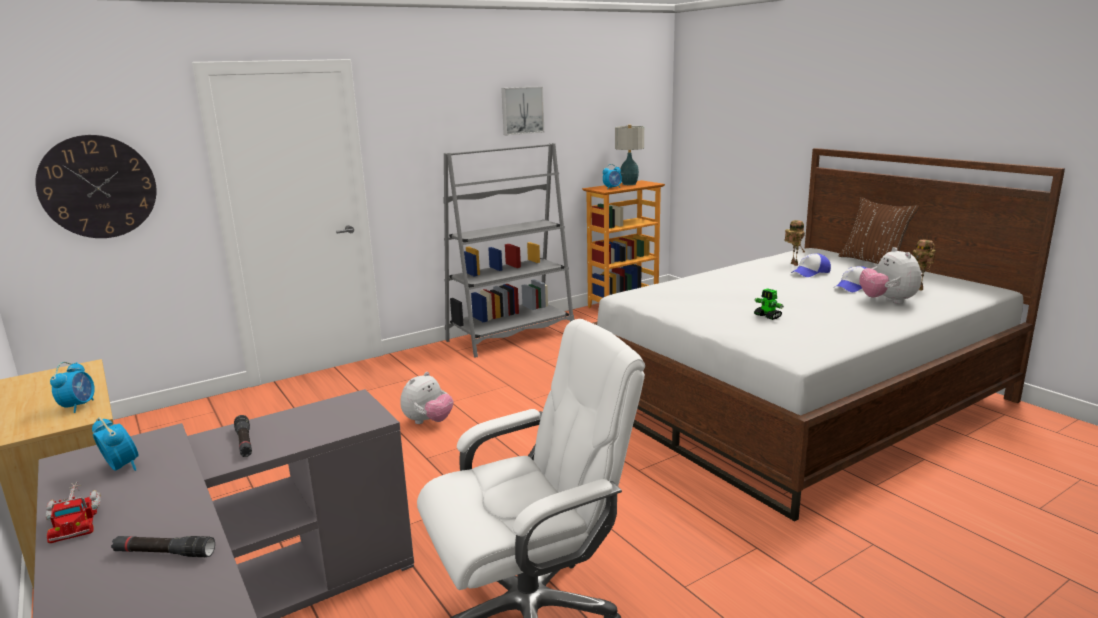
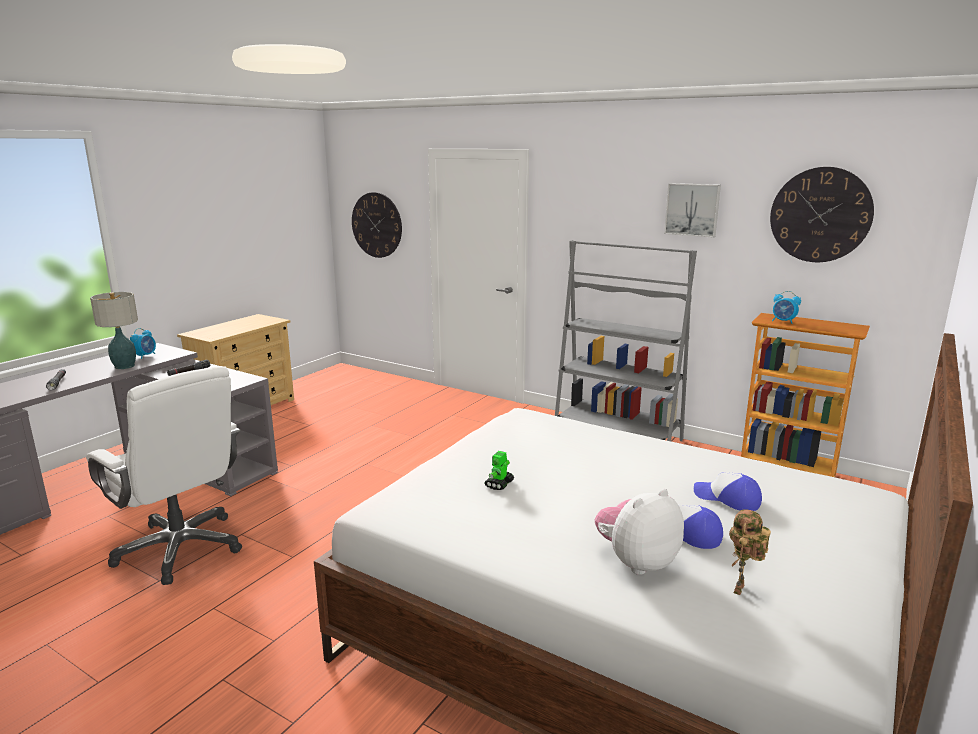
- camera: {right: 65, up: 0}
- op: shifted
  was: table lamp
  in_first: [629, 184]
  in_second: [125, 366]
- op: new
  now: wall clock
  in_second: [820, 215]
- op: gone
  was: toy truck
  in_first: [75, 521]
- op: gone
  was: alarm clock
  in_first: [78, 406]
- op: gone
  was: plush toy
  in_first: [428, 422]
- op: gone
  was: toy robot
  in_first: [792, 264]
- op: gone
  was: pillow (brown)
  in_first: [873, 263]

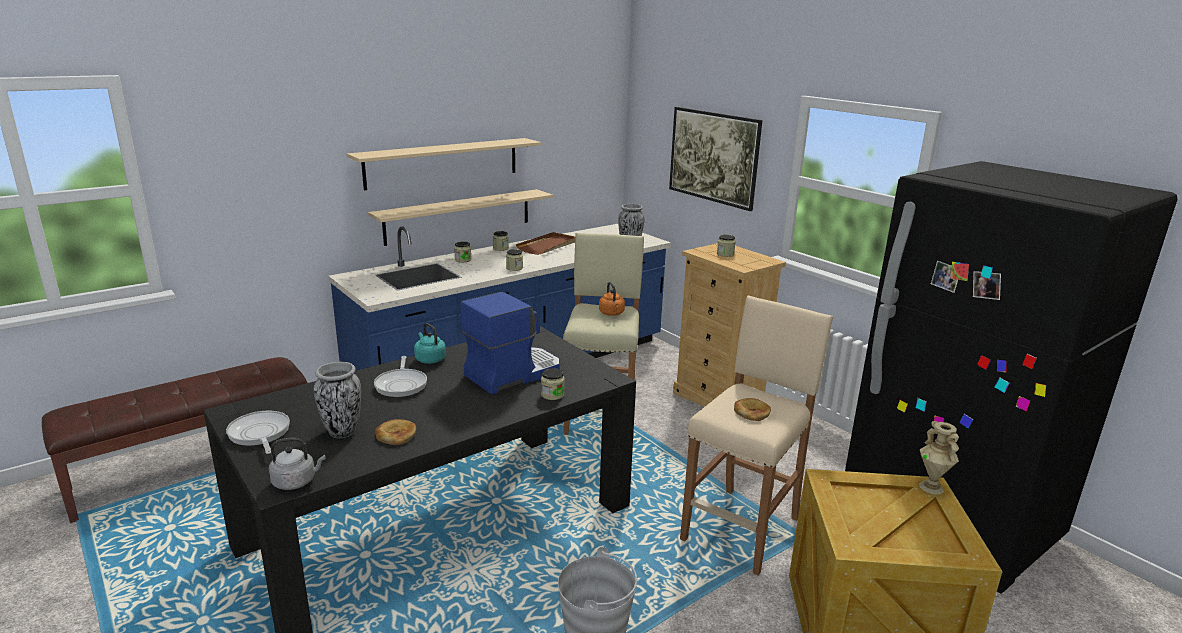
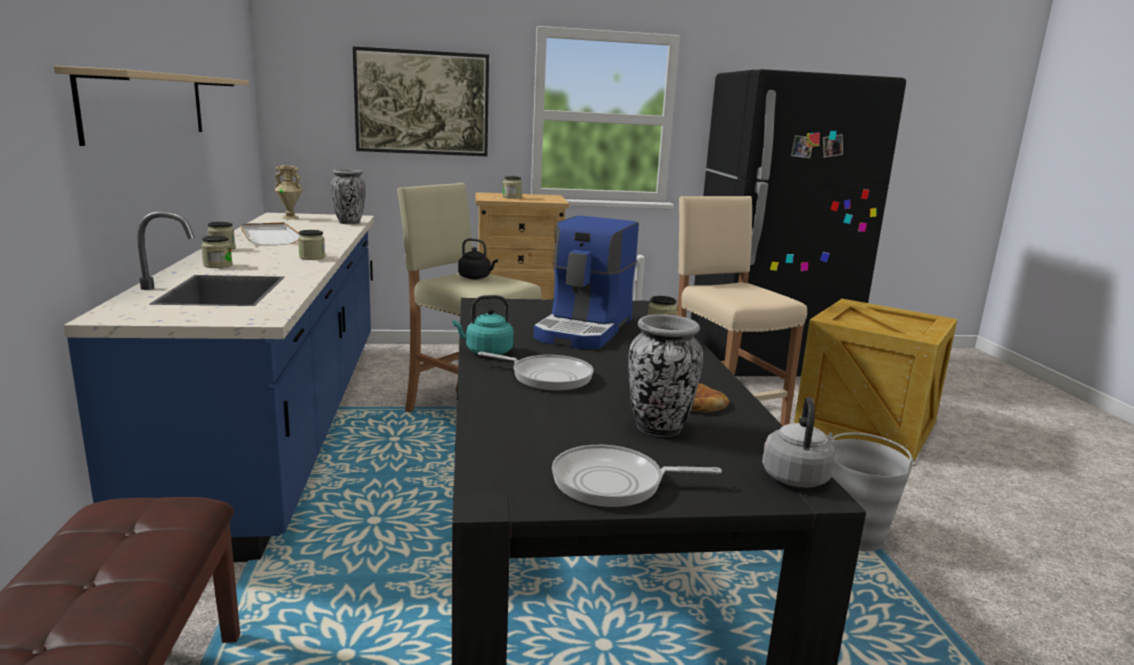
- camera: {right: -60, up: -5}
- op: repainted
  was: tray (brown)
  now: tray (white)
  in_first: [548, 246]
  in_second: [269, 237]
- op: shifted
  was: vase (beige)
  in_first: [932, 487]
  in_second: [290, 218]
- op: repainted
  was: kettle (orange)
  now: kettle (black)
  in_first: [612, 313]
  in_second: [476, 277]
- op: rotated
  was: coffee machine
  in_first: [512, 373]
  in_second: [585, 330]
  clockwise: -150
- op: gone
  was: shelf (beige)
  in_first: [459, 216]
- op: gone
  was: bread
  in_first: [751, 412]

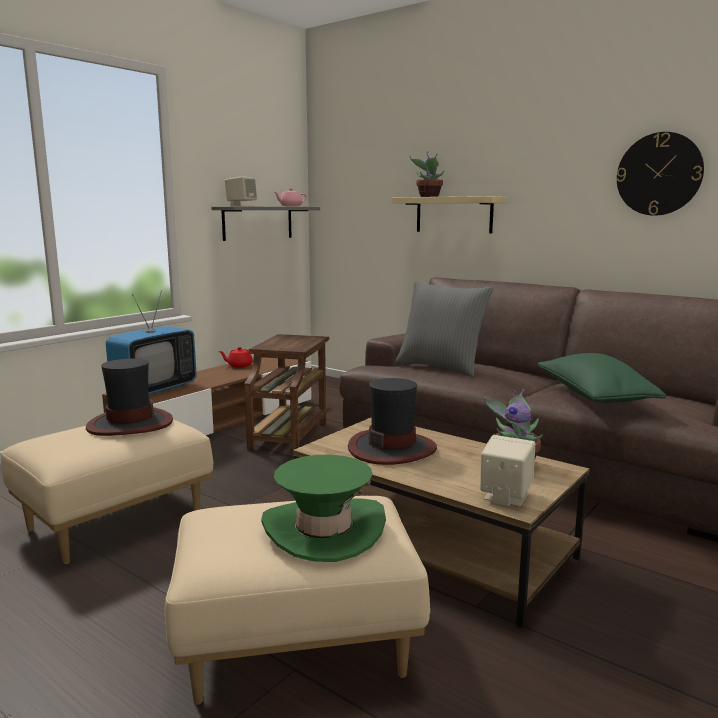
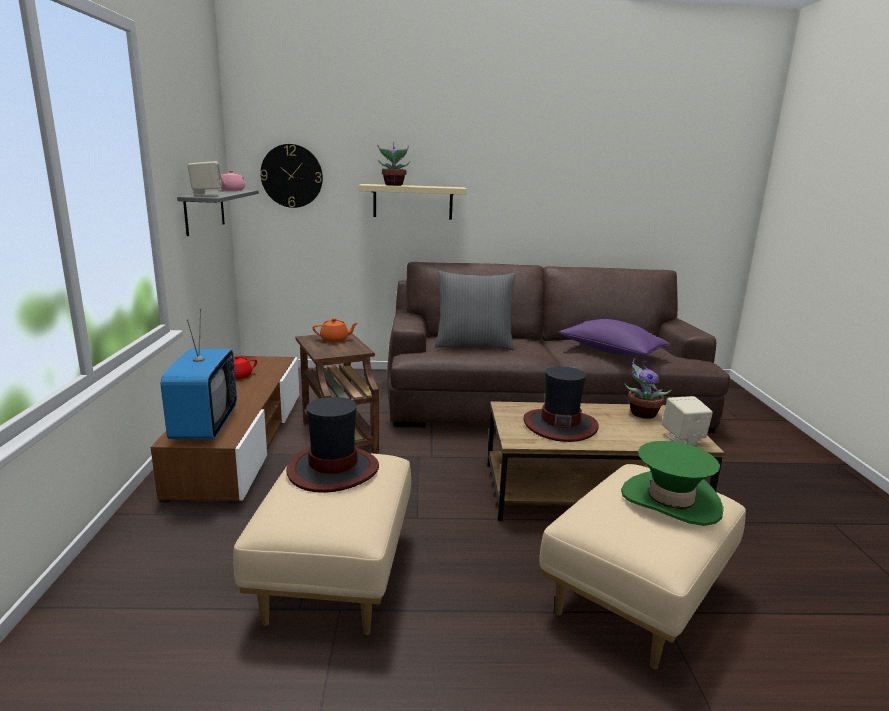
- camera: {right: -40, up: 5}
- op: shifted
  was: wall clock
  in_first: [659, 174]
  in_second: [292, 176]
- op: new
  now: teapot (orange)
  in_second: [335, 339]
- op: repainted
  was: pillow (green)
  now: pillow (purple)
  in_first: [594, 397]
  in_second: [611, 352]

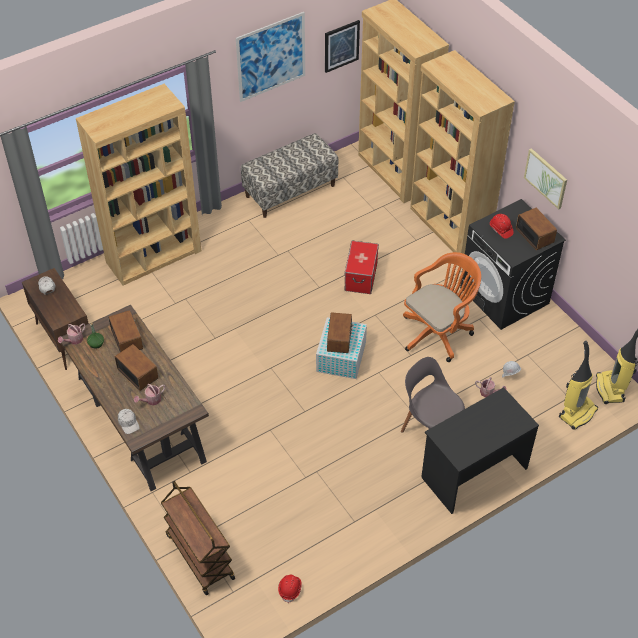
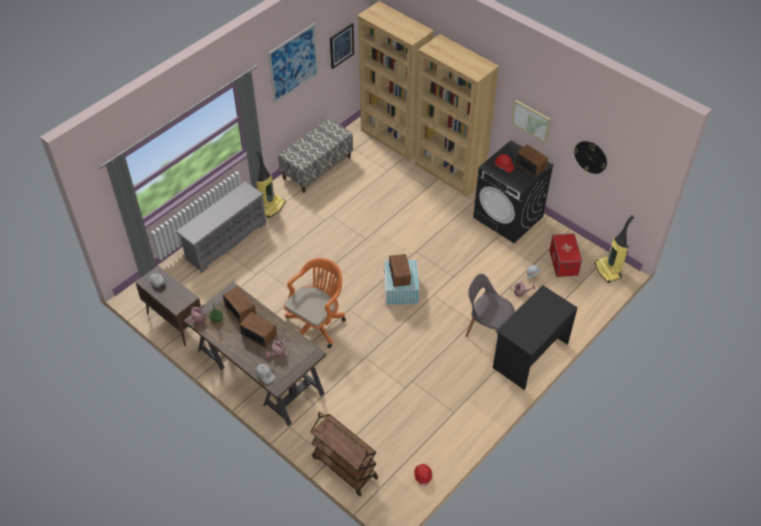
- camera: {right: -15, up: 0}
- op: swapped
  was: bookcase (brown)
  now: shoe rack (grey)
  in_first: [154, 256]
  in_second: [225, 241]
- op: shifted
  was: vacuum cleaner
  in_first: [577, 412]
  in_second: [271, 207]
- op: shifted
  was: office chair (orange)
  in_first: [438, 332]
  in_second: [317, 324]
- op: shifted
  was: storage box
  in_first: [361, 277]
  in_second: [563, 262]
- op: new
  now: wall clock
  in_second: [590, 157]

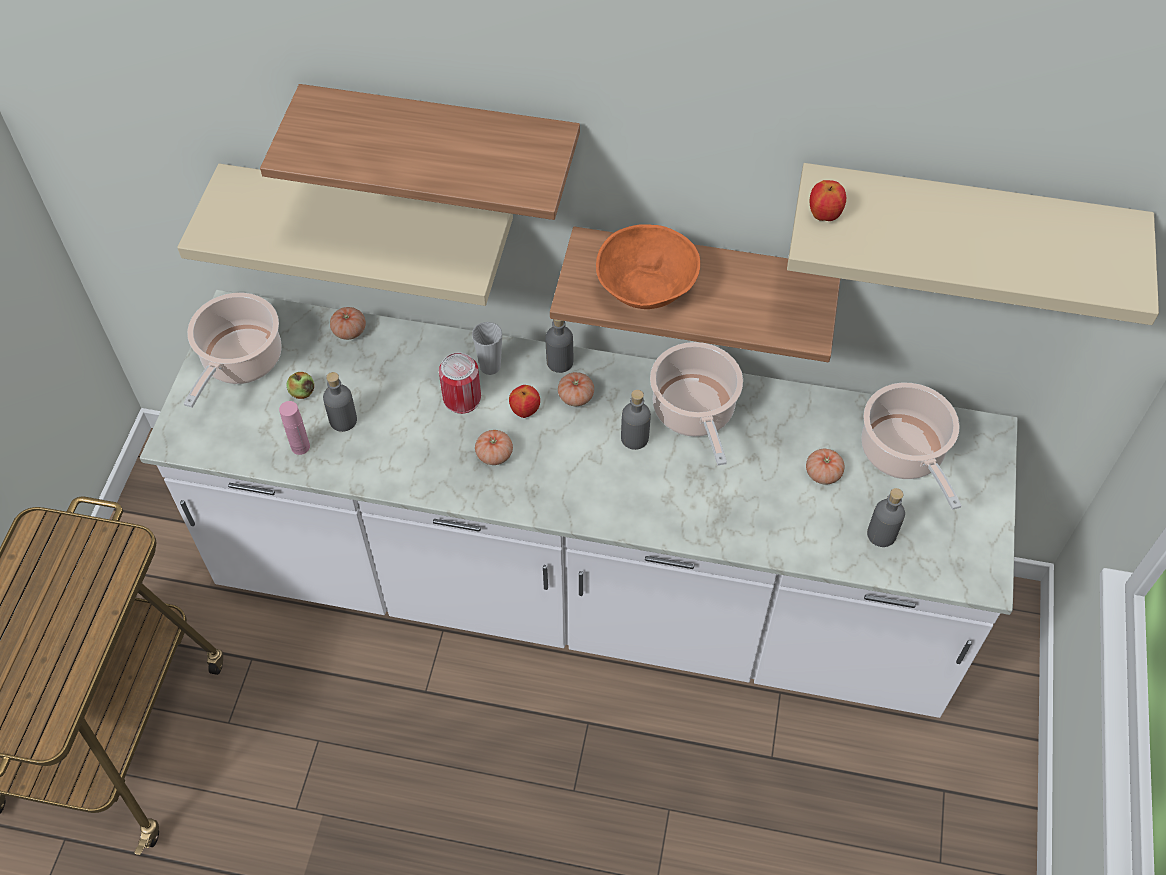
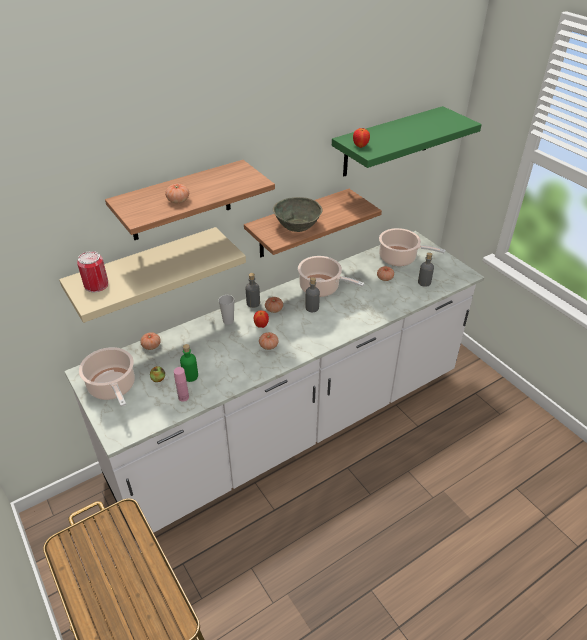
- camera: {right: -45, up: -15}
- op: shifted
  was: can
  in_first: [462, 398]
  in_second: [96, 285]
- op: new
  now: tomato
  in_second: [178, 200]
- op: repainted
  was: bottle (grey)
  now: bottle (green)
  in_first: [343, 420]
  in_second: [190, 376]
- op: repainted
  was: bowl (orange)
  now: bowl (grey)
  in_first: [647, 290]
  in_second: [298, 226]
- op: repainted
  was: shelf (beige)
  now: shelf (green)
  in_first: [964, 223]
  in_second: [387, 142]

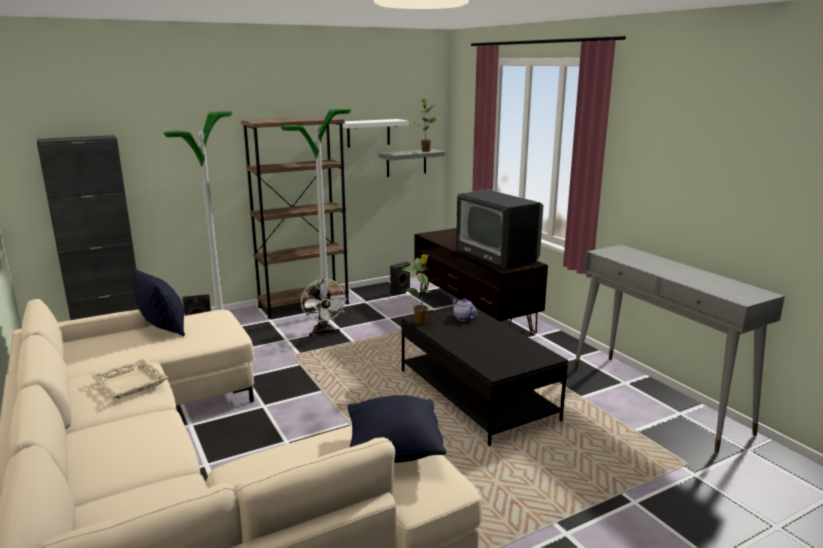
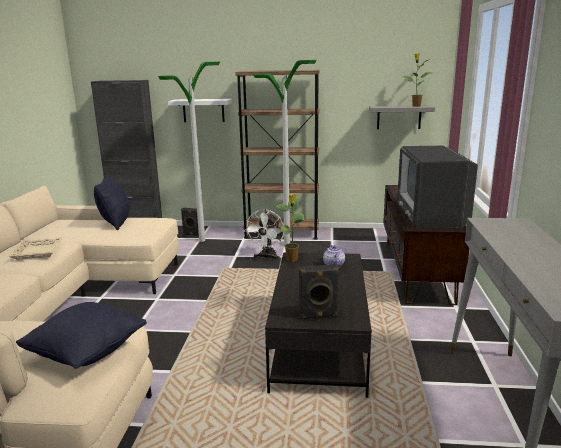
- camera: {right: 35, up: 0}
- op: shifted
  was: shelf (white)
  in_first: [368, 133]
  in_second: [203, 110]
- op: shifted
  was: speaker (black)
  in_first: [400, 293]
  in_second: [318, 316]

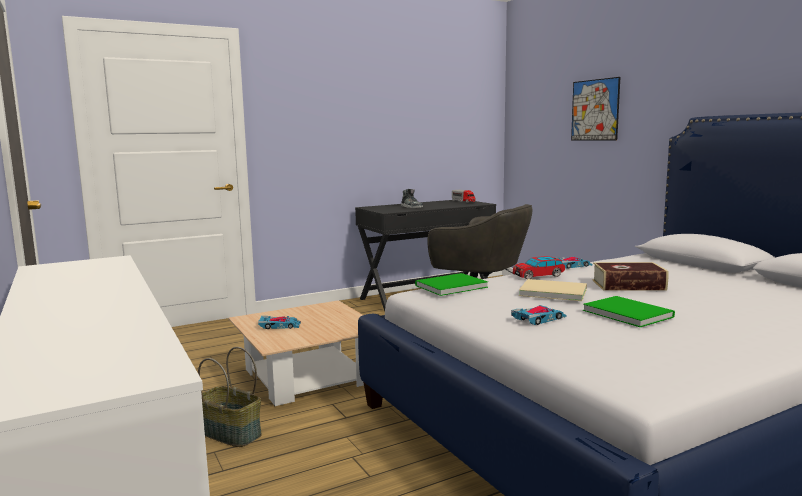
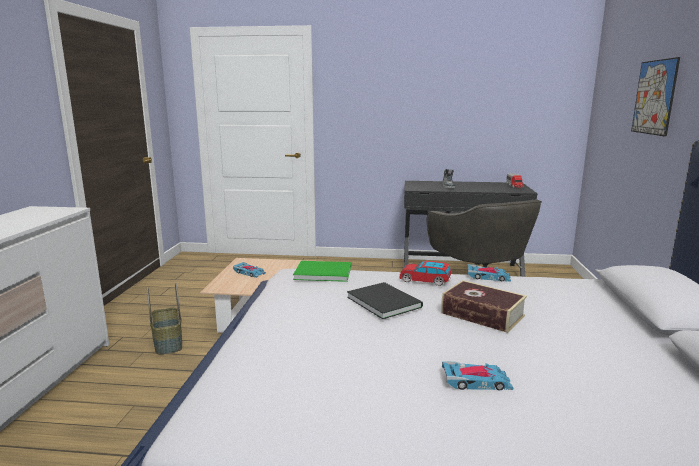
- camera: {right: 35, up: 5}
- op: repainted
  was: book (beige)
  now: book (black)
  in_first: [551, 291]
  in_second: [384, 301]
- op: shifted
  was: toy car
  in_first: [539, 319]
  in_second: [476, 381]
- op: gone
  was: book (green)
  in_first: [626, 313]

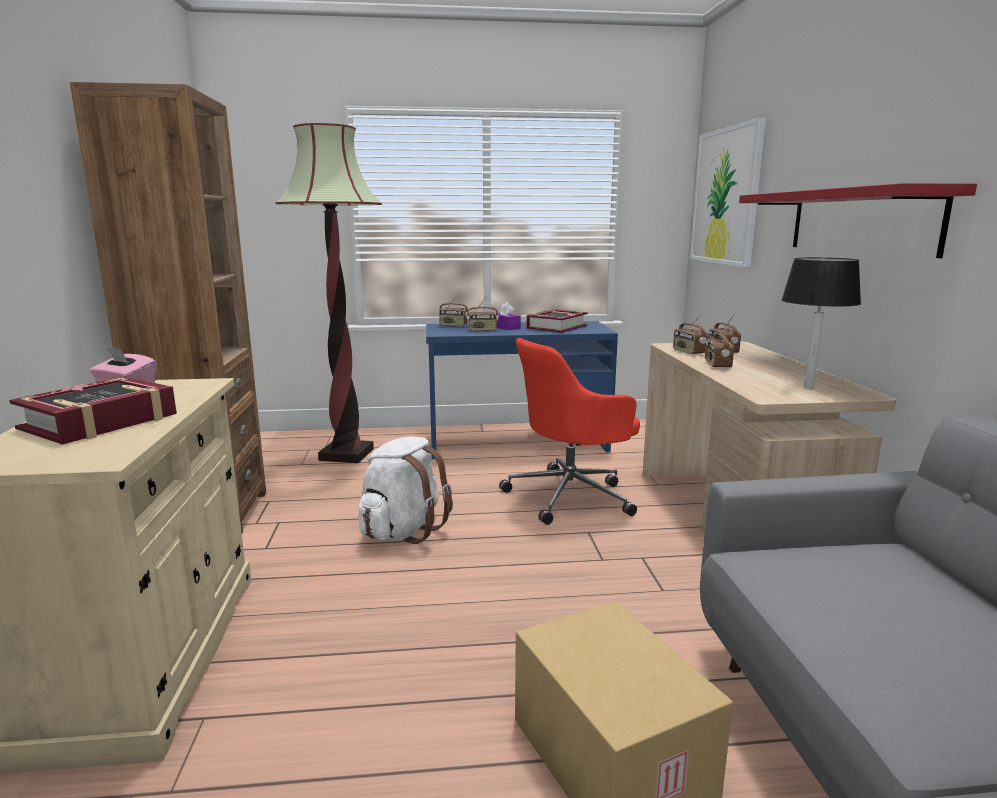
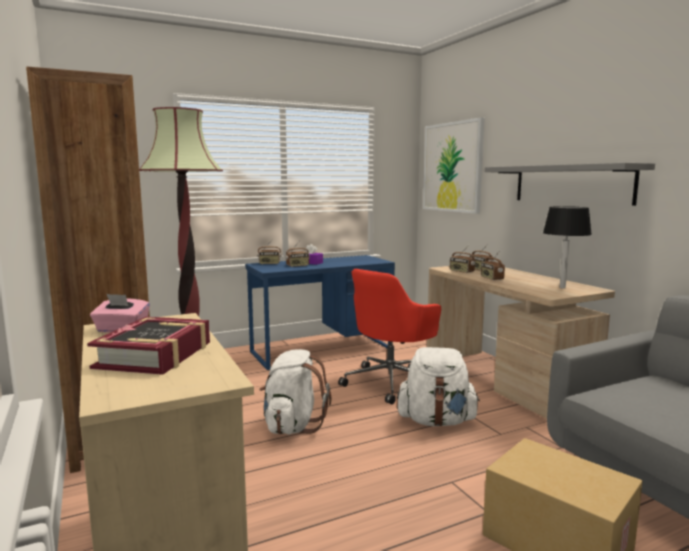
- camera: {right: -20, up: -5}
- op: new
  now: backpack (white)
  in_second: [436, 421]
- op: repainted
  was: shelf (red)
  now: shelf (grey)
  in_first: [860, 221]
  in_second: [571, 184]
- op: gone
  was: book
  in_first: [556, 327]

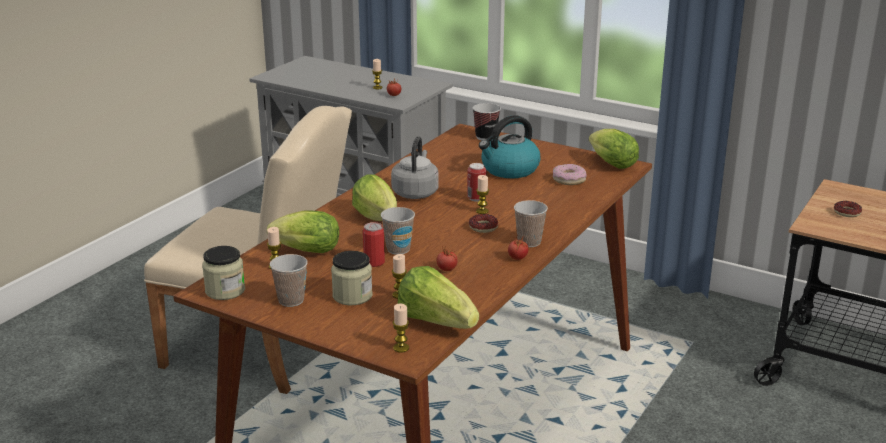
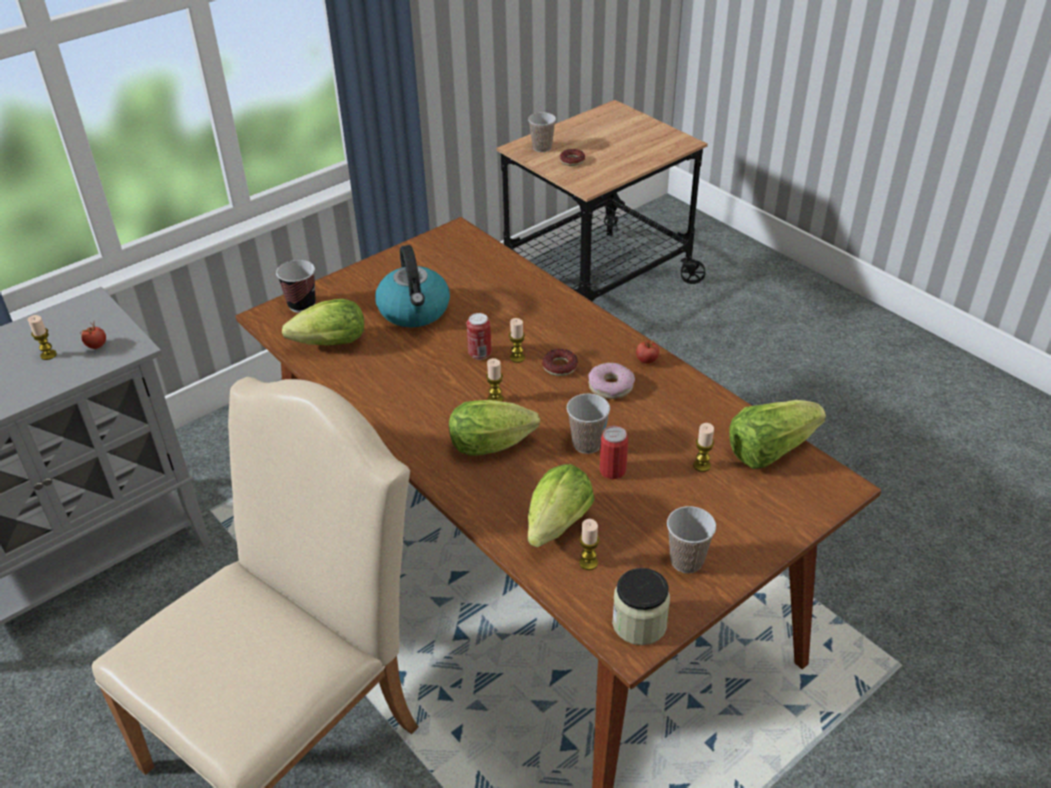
- camera: {right: -70, up: 15}
- op: shifted
  was: lettuce
  in_first: [610, 163]
  in_second: [326, 345]
- op: shifted
  was: candle
  in_first: [401, 348]
  in_second: [495, 399]
- op: shifted
  was: cup
  in_first: [529, 242]
  in_second: [542, 148]
- op: shifted
  was: donut
  in_first: [569, 180]
  in_second: [611, 386]
- op: gone
  was: jar
  in_first: [352, 296]
- op: gone
  was: kettle (grey)
  in_first: [415, 192]
- op: gone
  was: tomato
  in_first: [447, 269]

